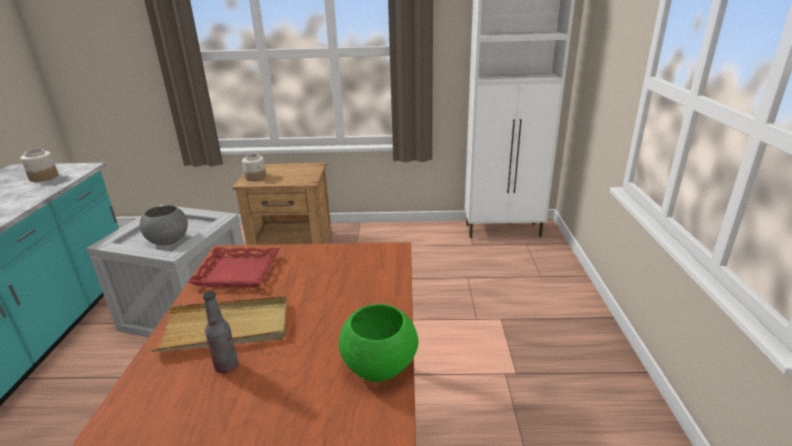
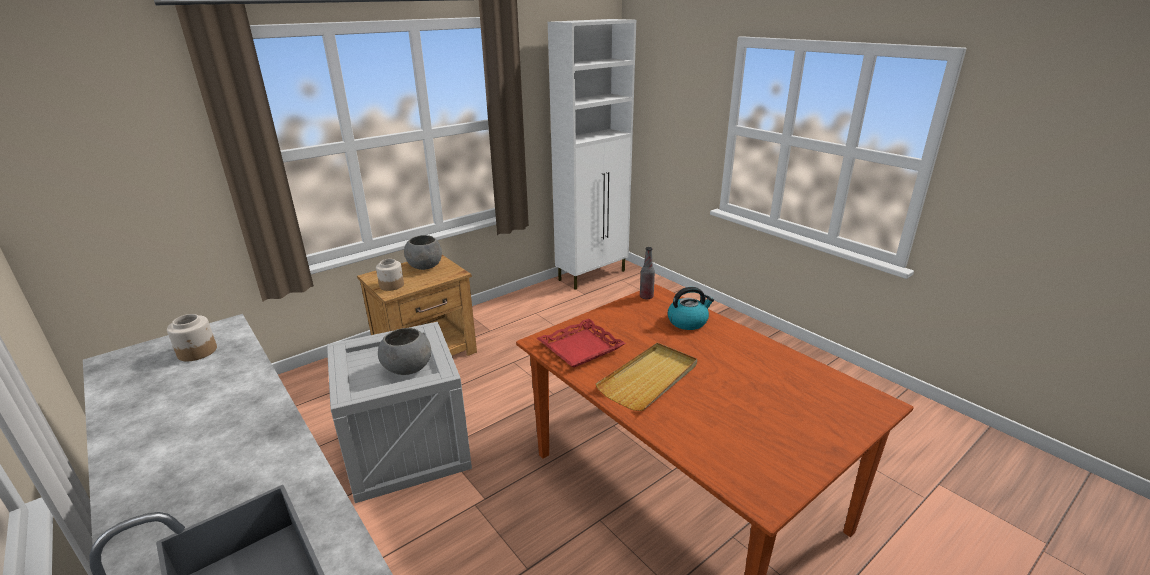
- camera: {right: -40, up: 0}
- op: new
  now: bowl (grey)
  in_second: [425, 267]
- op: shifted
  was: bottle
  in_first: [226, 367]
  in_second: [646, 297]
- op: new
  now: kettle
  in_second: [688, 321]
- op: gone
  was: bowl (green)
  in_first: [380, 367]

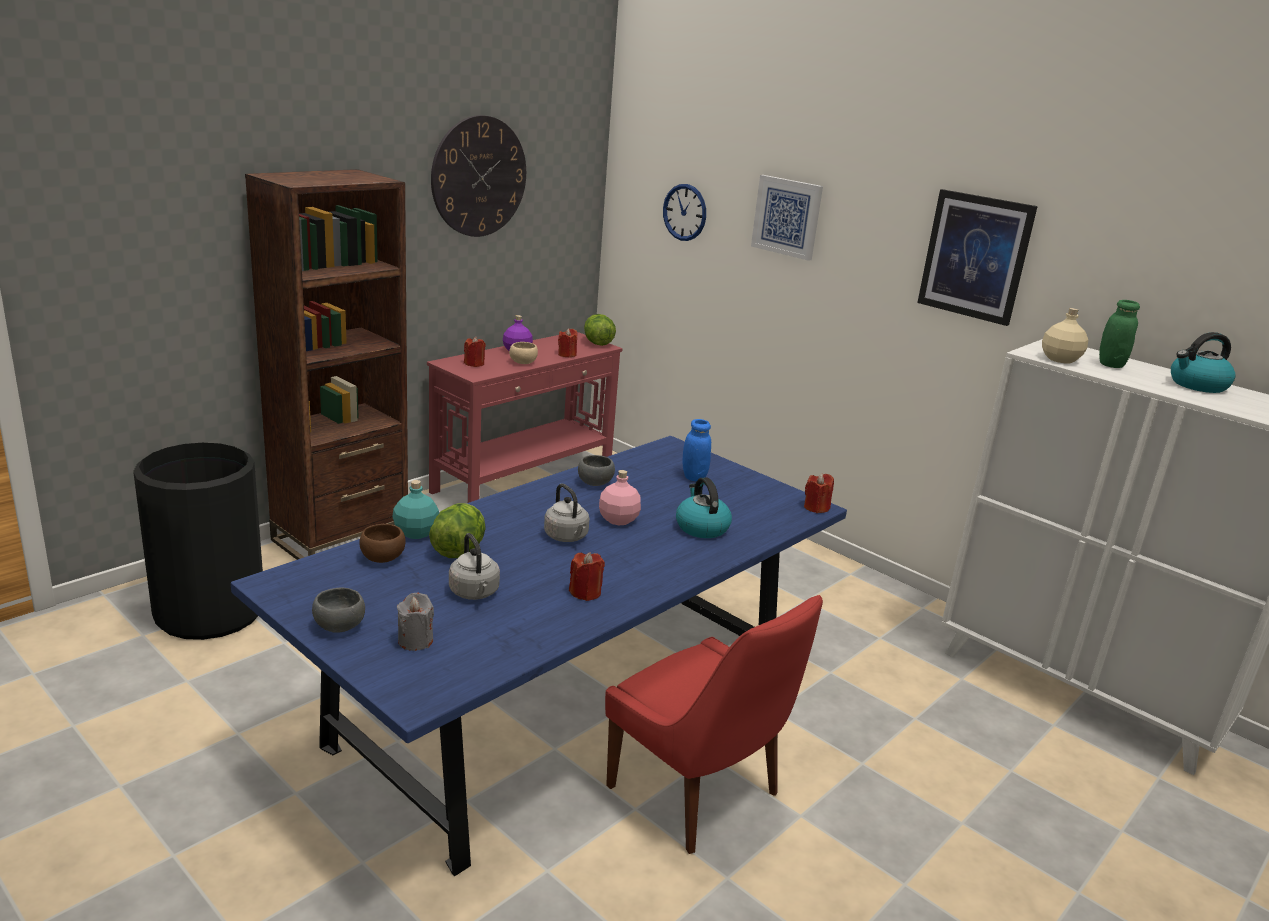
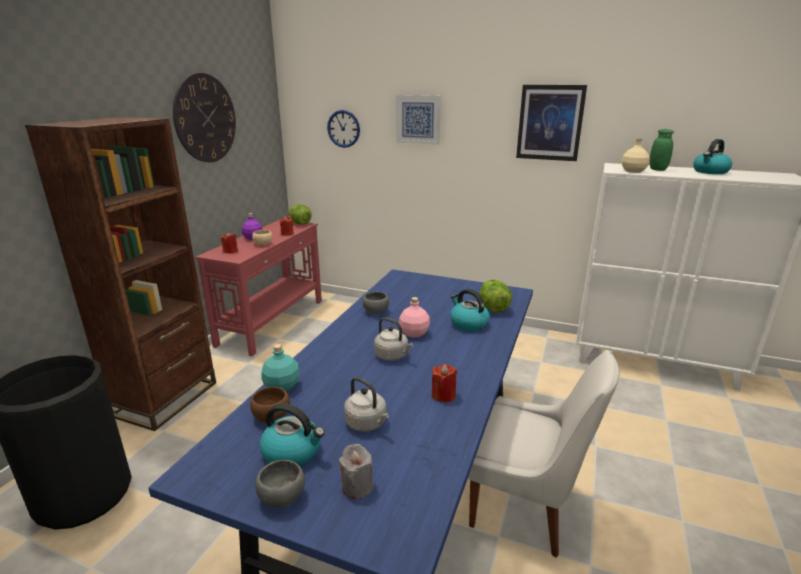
- camera: {right: -20, up: 0}
- op: new
  now: kettle
  in_second: [293, 452]
- op: repainted
  was: chair (red)
  now: chair (white)
  in_first: [698, 794]
  in_second: [527, 507]
- op: shifted
  was: lettuce
  in_first: [458, 551]
  in_second: [493, 308]
- op: gone
  was: jar (blue)
  in_first: [694, 477]
- op: gone
  was: candle (red)
  in_first: [816, 507]

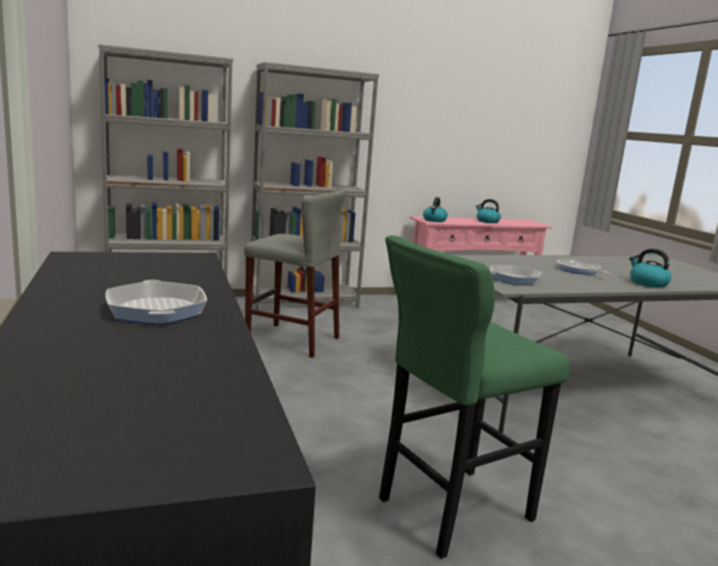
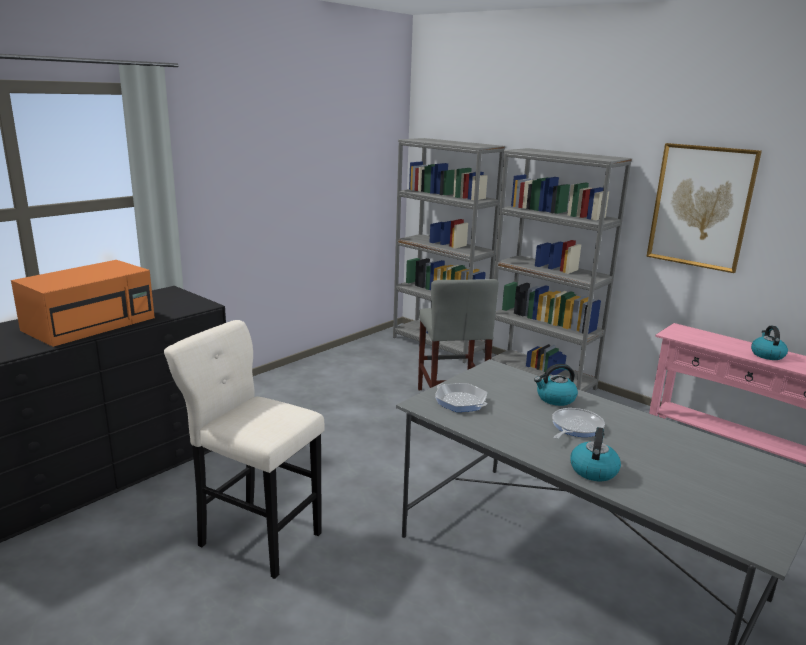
- camera: {right: 60, up: 5}
- op: swapped
  was: frying pan
  now: microwave (orange)
  in_first: [156, 310]
  in_second: [91, 323]
- op: repainted
  was: stool (green)
  now: stool (beige)
  in_first: [449, 512]
  in_second: [256, 537]
- op: shifted
  was: kettle
  in_first: [434, 220]
  in_second: [555, 399]
- op: new
  now: picture
  in_second: [701, 207]

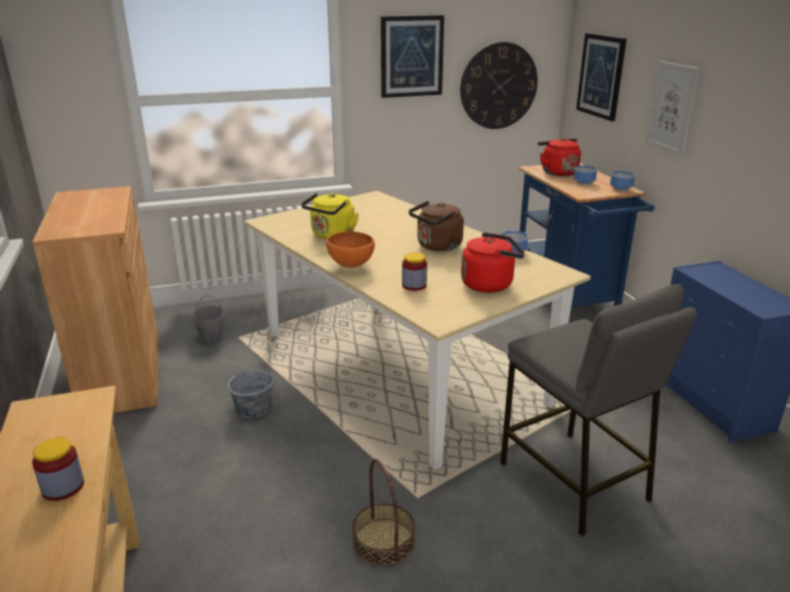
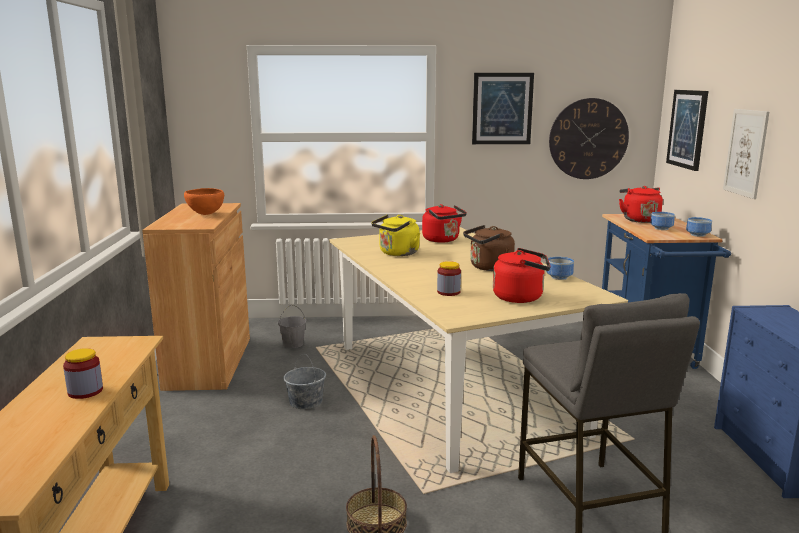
- camera: {right: 15, up: -10}
- op: shifted
  was: bowl (orange)
  in_first: [350, 266]
  in_second: [205, 214]
- op: new
  now: kettle (red)
  in_second: [442, 240]

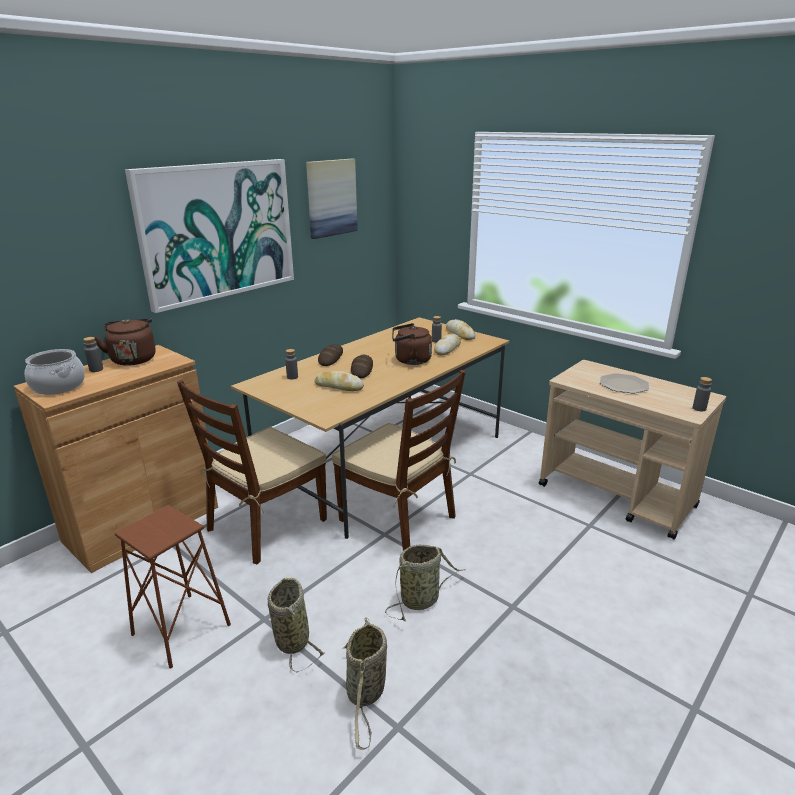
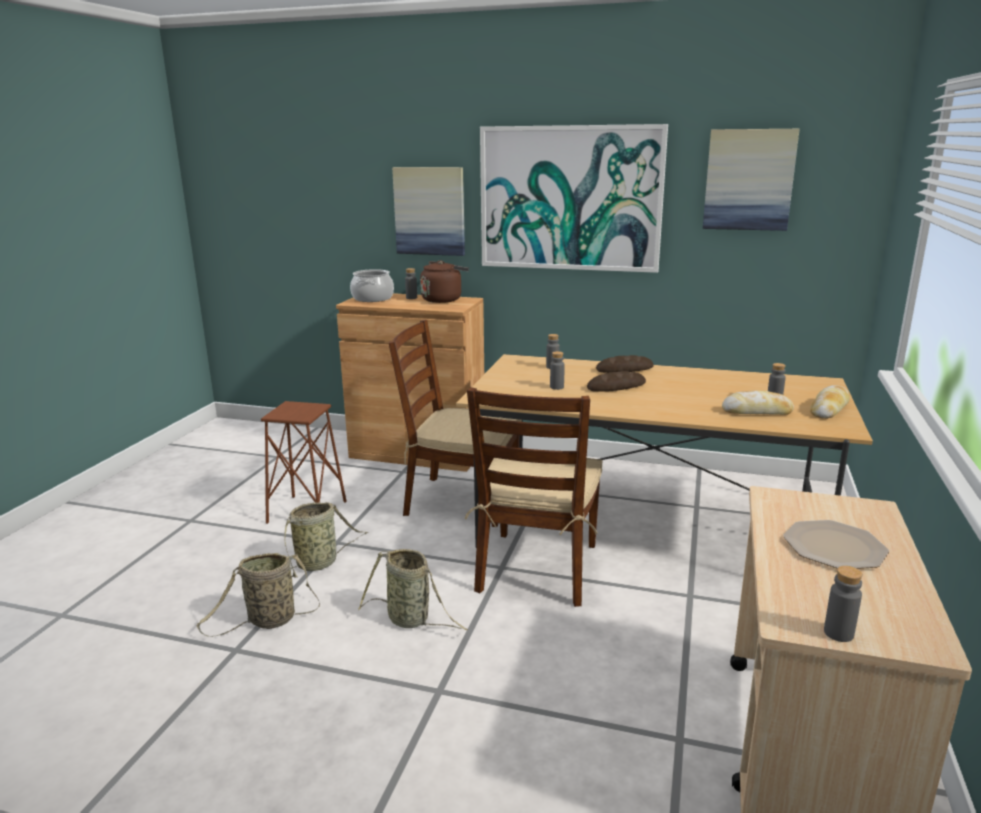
- camera: {right: 65, up: -5}
- op: new
  now: picture
  in_second: [430, 211]
- op: swapped
  was: bread
  now: bottle (grey)
  in_first: [339, 386]
  in_second: [556, 387]
- op: gone
  was: kettle (brown)
  in_first: [410, 360]

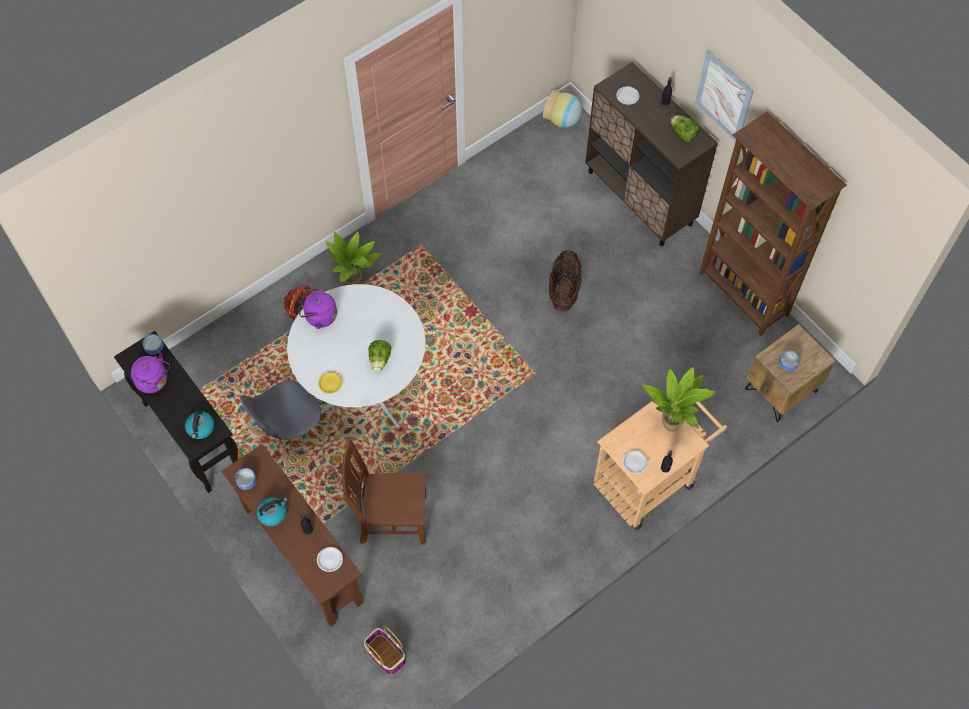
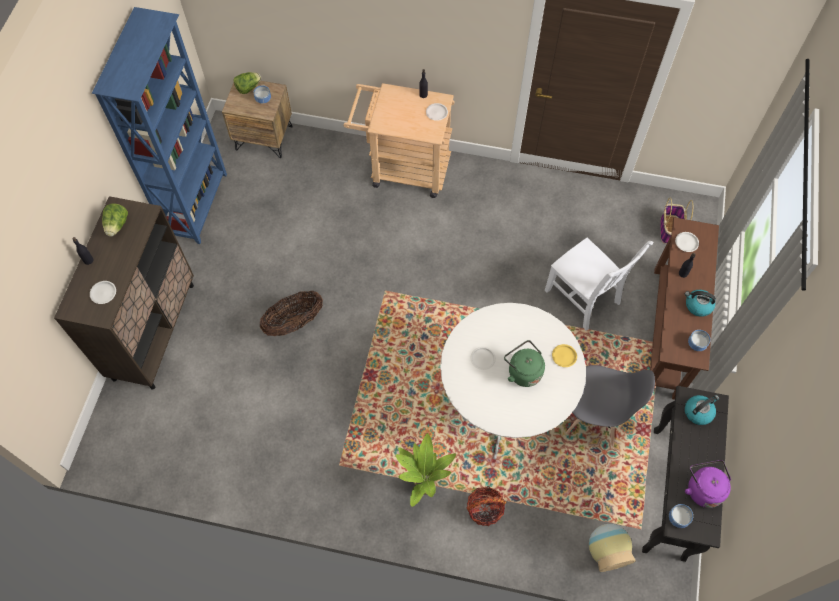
- camera: {right: -130, up: 0}
- op: repainted
  was: bookcase (brown)
  now: bookcase (blue)
  in_first: [743, 295]
  in_second: [198, 204]
- op: shifted
  was: lettuce
  in_first: [380, 360]
  in_second: [248, 88]
- op: new
  now: plate (white)
  in_second: [483, 359]
- op: new
  now: kettle (green)
  in_second: [523, 371]
- op: repainted
  was: chair (brown)
  now: chair (white)
  in_first: [390, 518]
  in_second: [584, 298]
- op: shifted
  was: vase
  in_first: [563, 120]
  in_second: [606, 550]
- op: gone
  was: kettle (purple)
  in_first: [319, 316]
- op: gone
  was: potted plant
  in_first: [672, 423]
- op: gone
  was: picture
  in_first: [724, 96]

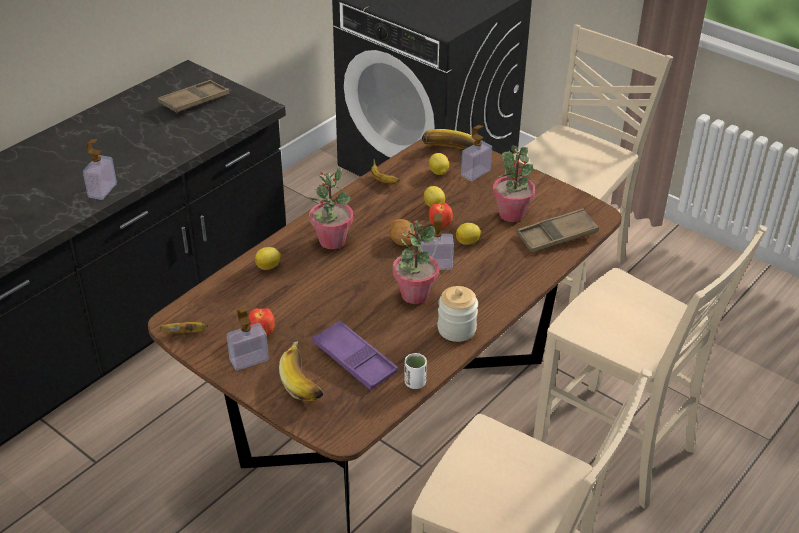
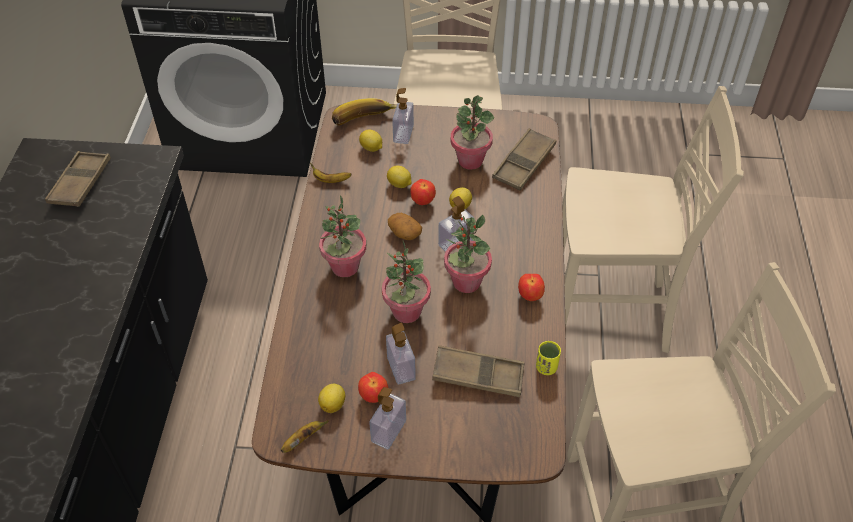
- camera: {right: -35, up: 10}
- op: shifted
  was: lemon
  in_first: [269, 266]
  in_second: [333, 404]
- op: new
  now: potted plant
  in_second: [406, 312]
- op: shifted
  was: soap dispenser
  in_first: [102, 190]
  in_second: [401, 368]
- op: repainted
  was: tray (purple)
  now: tray (brown)
  in_first: [354, 360]
  in_second: [478, 375]
- op: swapped
  was: jar
  now: apple
  in_first: [456, 329]
  in_second: [530, 296]
- op: repainted
  was: cup (white)
  now: cup (yellow)
  in_first: [415, 383]
  in_second: [546, 367]
- op: gone
  was: banana
  in_first: [306, 380]

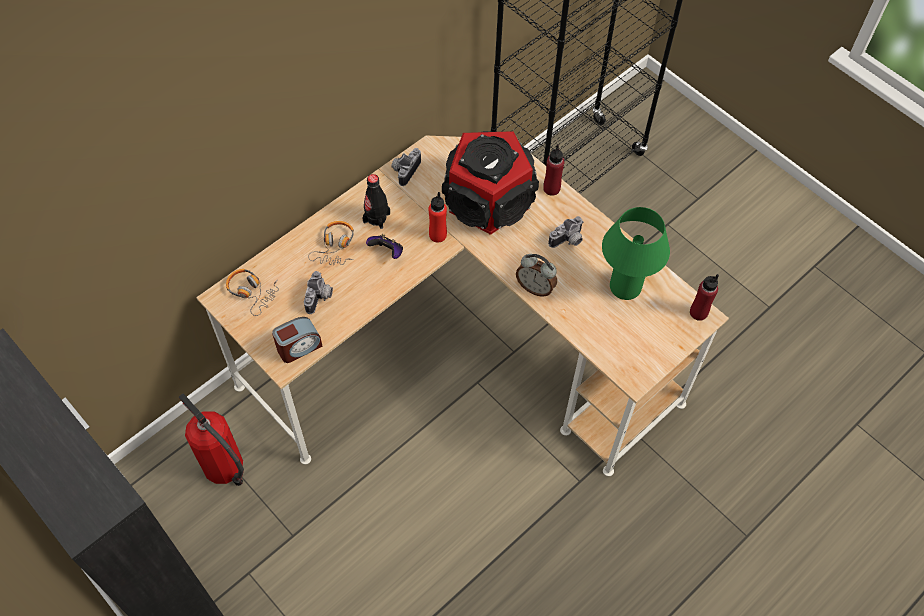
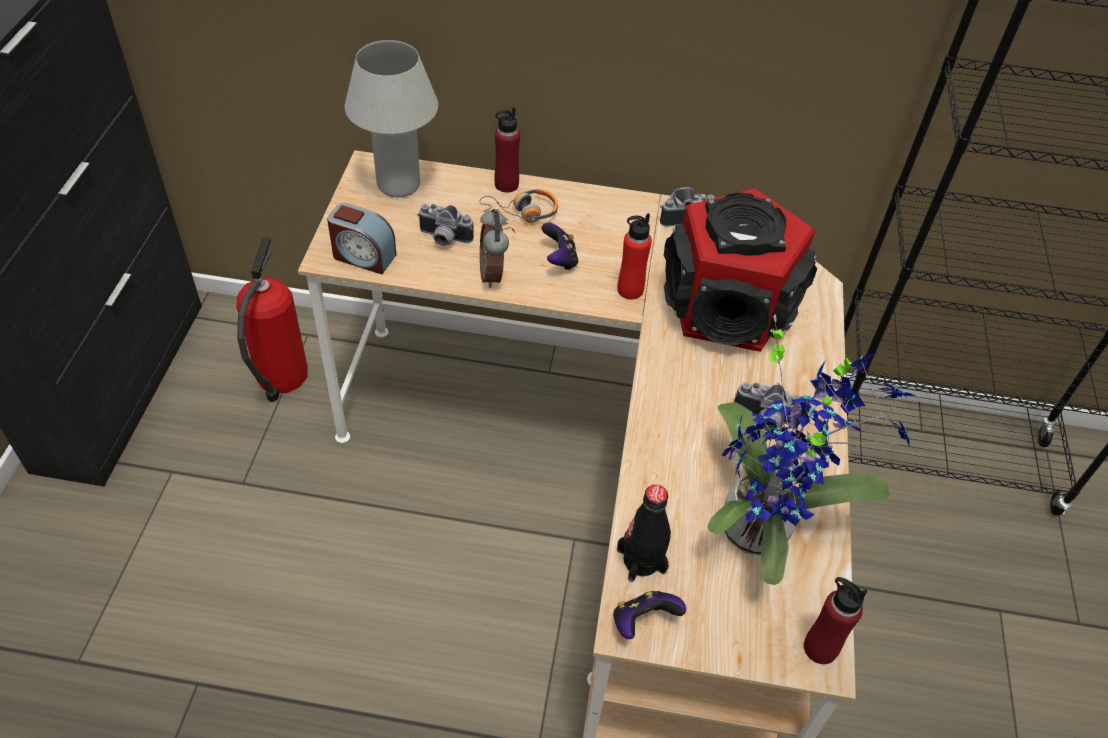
- camera: {right: 50, up: -10}
- op: swapped
  was: headphones
  now: table lamp (white)
  in_first: [252, 292]
  in_second: [398, 185]
- op: rotated
  was: photo camera
  in_first: [320, 298]
  in_second: [443, 239]
  clockwise: 45
- op: shifted
  was: alarm clock
  in_first: [535, 287]
  in_second: [493, 274]
- op: shifted
  was: bottle (red)
  in_first: [551, 188]
  in_second: [506, 184]
- op: new
  now: game controller
  in_second: [642, 622]
- op: shifted
  was: bottle (black)
  in_first: [376, 218]
  in_second: [641, 560]
- op: swapped
  was: table lamp (green)
  now: potted plant
  in_first: [625, 287]
  in_second: [763, 526]

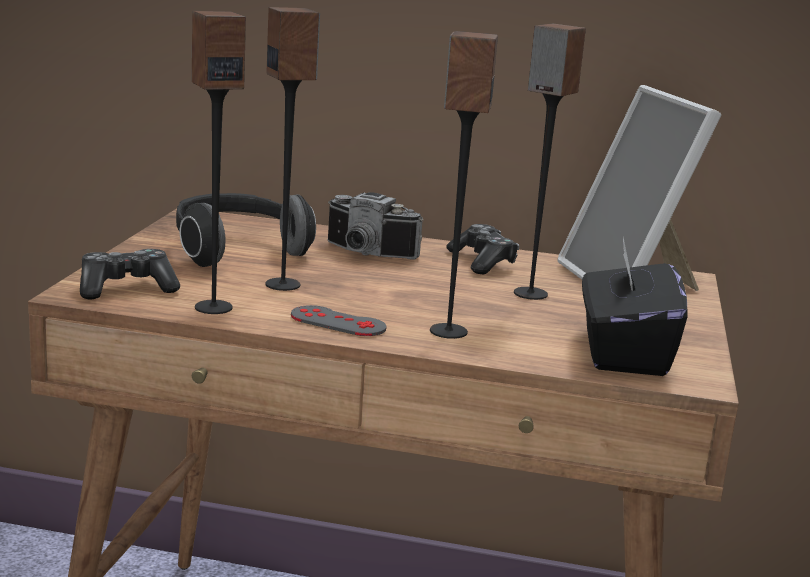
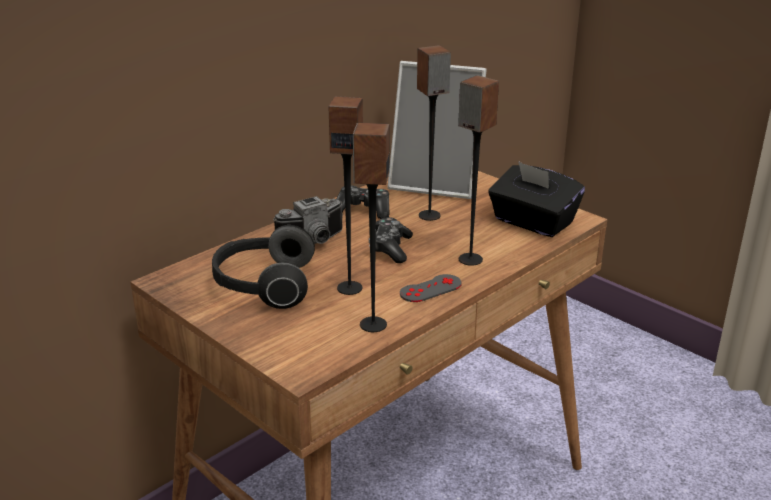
- camera: {right: -55, up: 10}
- op: shifted
  was: game controller
  in_first: [126, 288]
  in_second: [390, 248]

